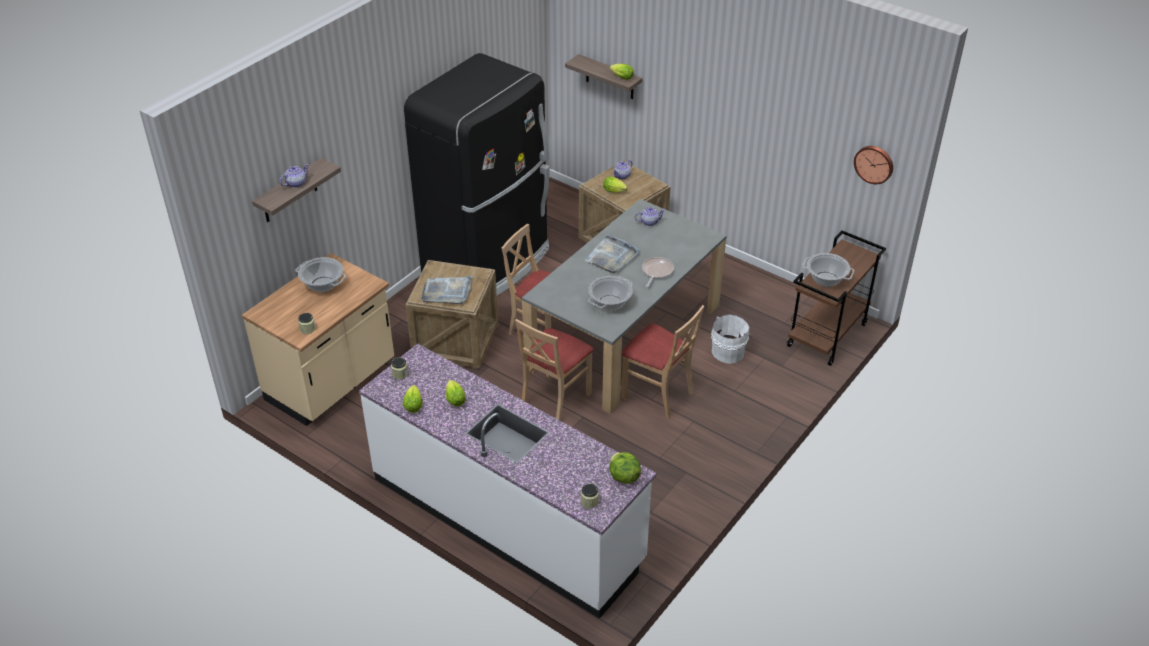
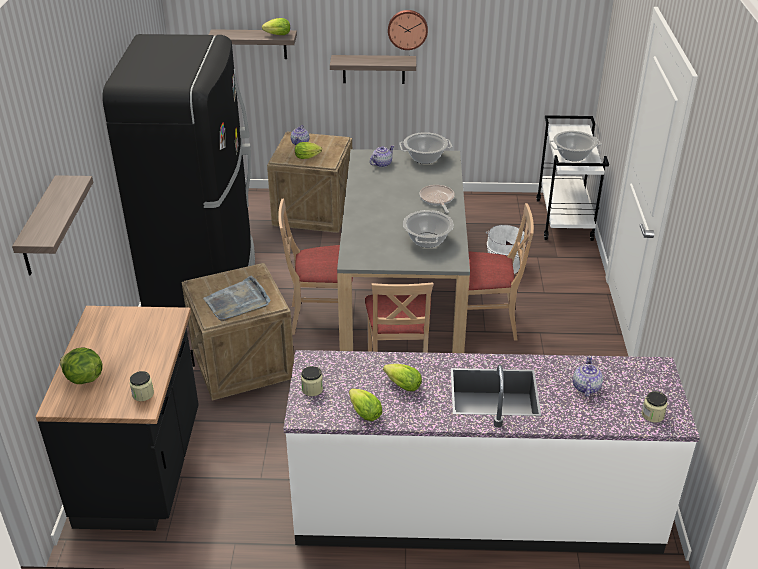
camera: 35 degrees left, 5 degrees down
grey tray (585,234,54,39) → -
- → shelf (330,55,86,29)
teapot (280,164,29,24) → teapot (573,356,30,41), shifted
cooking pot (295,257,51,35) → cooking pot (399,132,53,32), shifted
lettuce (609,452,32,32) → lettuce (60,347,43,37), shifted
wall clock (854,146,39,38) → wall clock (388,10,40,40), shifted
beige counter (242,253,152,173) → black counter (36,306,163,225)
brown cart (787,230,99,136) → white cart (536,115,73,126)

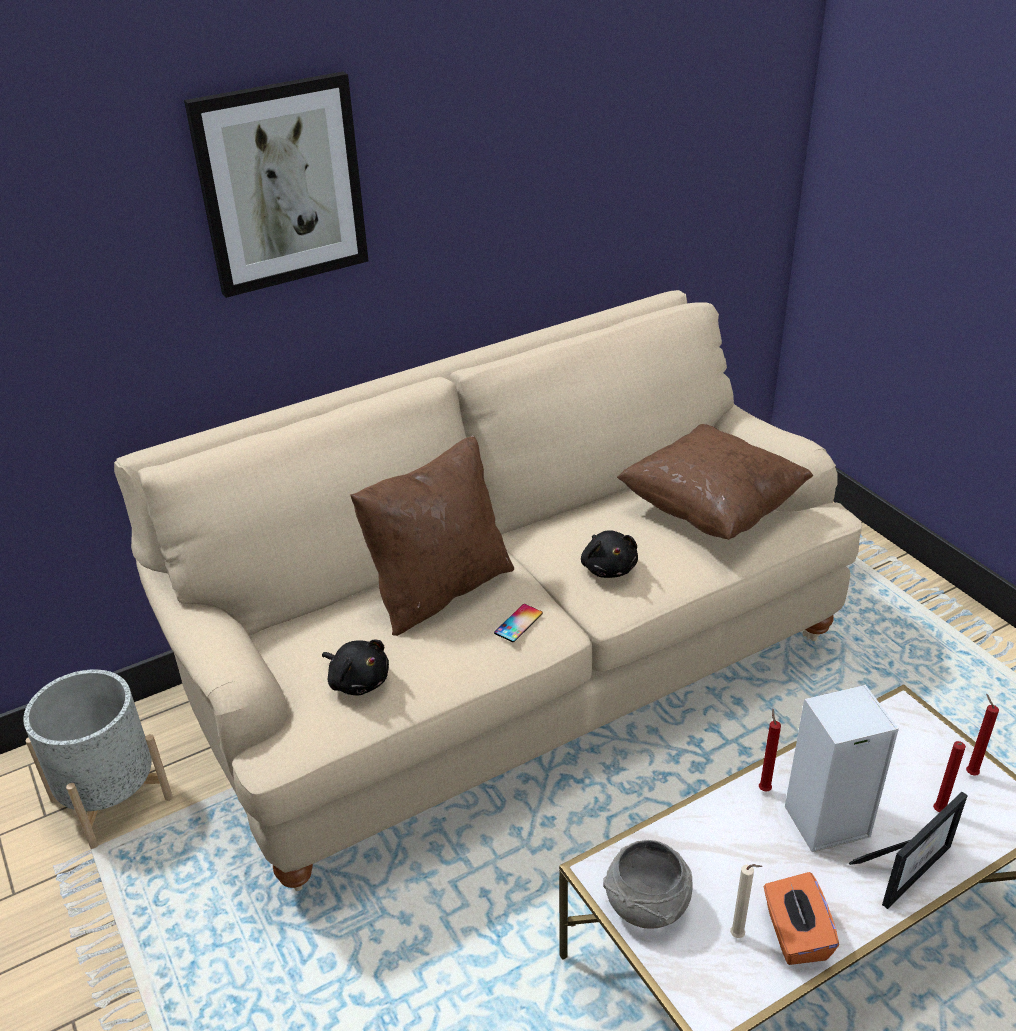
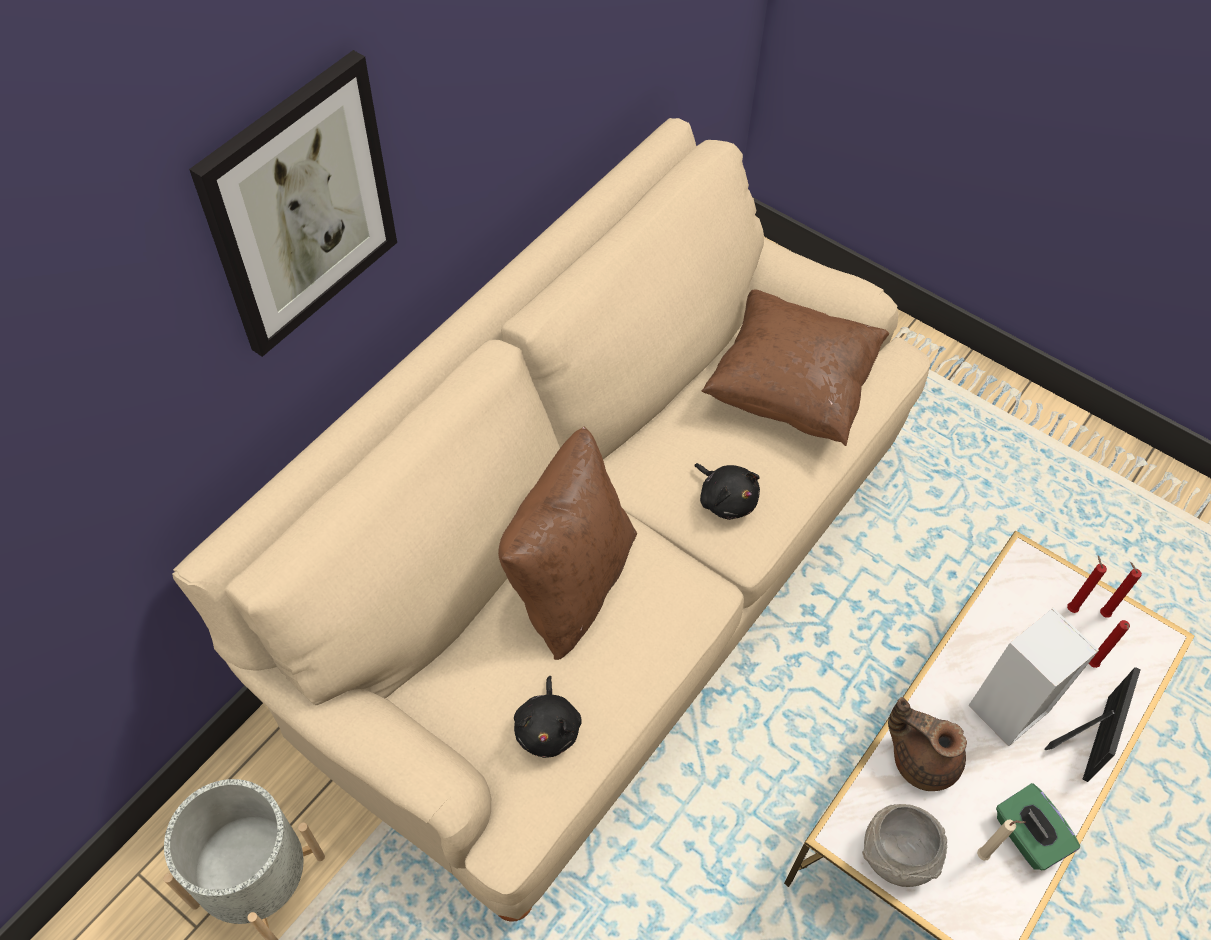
camera: 25 degrees left, 20 degrees up
phone (494,604,49,38) → -
- → brown teapot (888,697,79,94)
red candle (759,709,22,82) → red candle (1067,555,40,58), shifted
orange tissue box (764,872,75,93) → green tissue box (996,783,84,87)
black plush toy (322,639,67,57) → black plush toy (514,676,68,82), 75 degrees clockwise

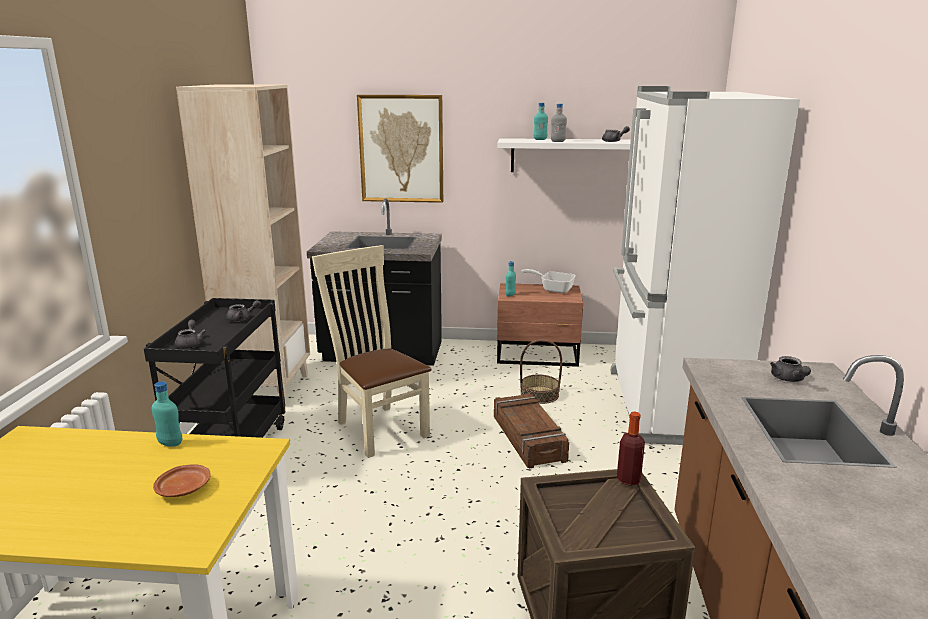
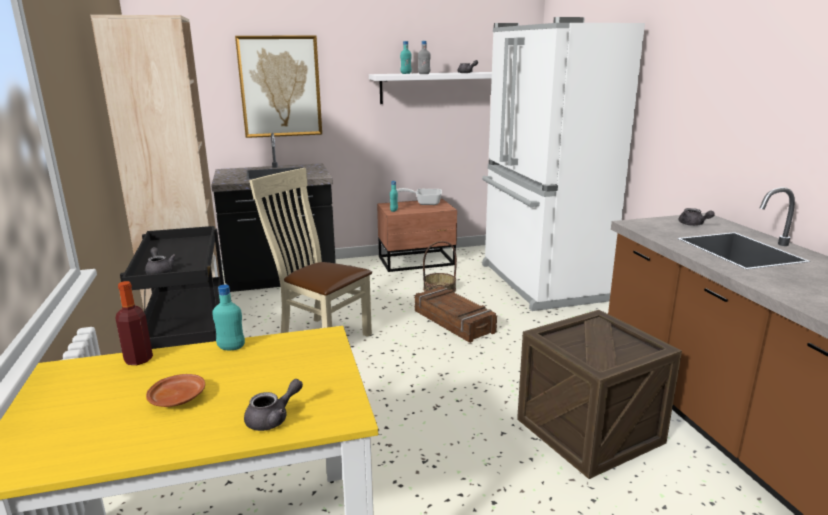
camera: 20 degrees left, 0 degrees up
brown plate (153,464,58,33) → brown plate (146,374,59,33), shifted
grey teapot (226,300,35,22) → grey teapot (244,379,59,52), shifted
bottle (617,411,28,75) → bottle (115,281,38,84), shifted

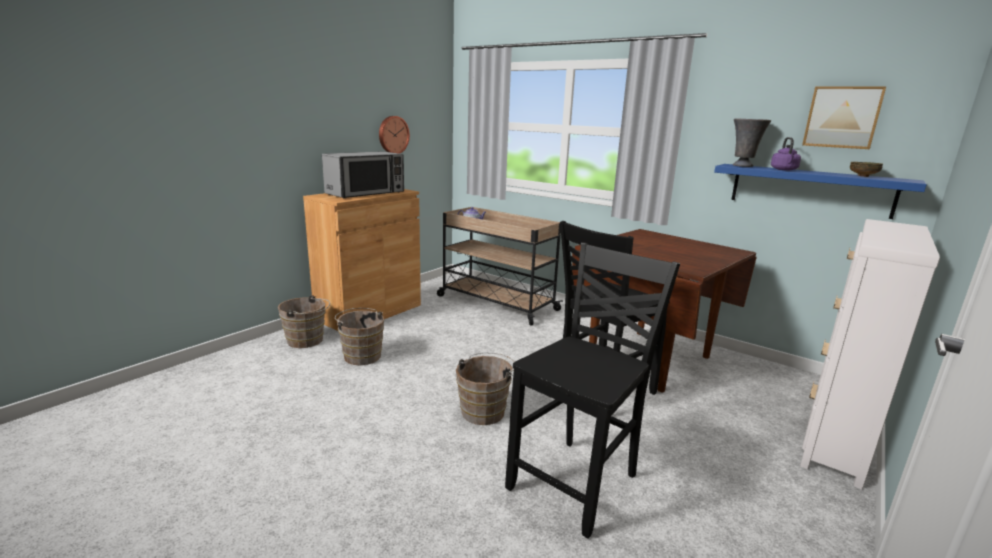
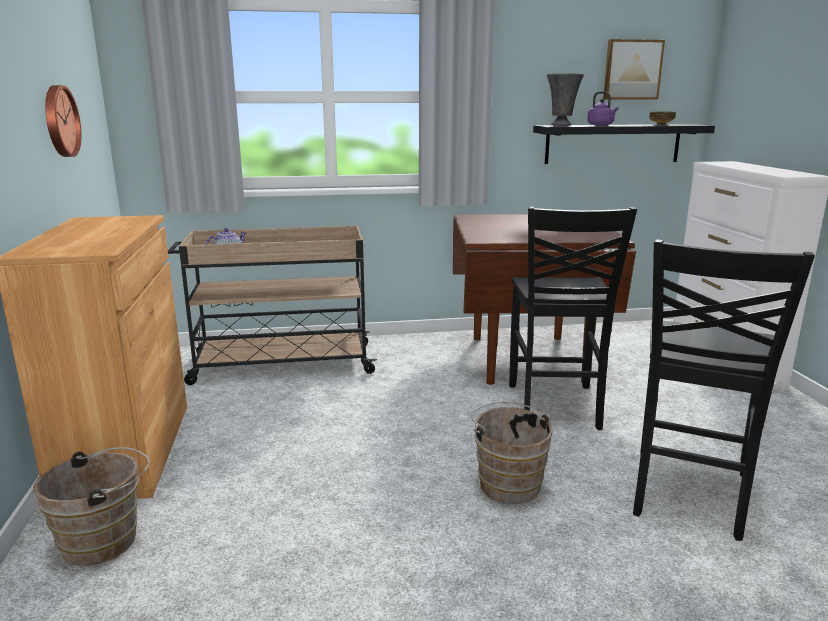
camera: 45 degrees left, 0 degrees up
microwave (322,151,82,47) → -
brown bucket (335,308,49,57) → -
blue shelf (714,164,213,55) → black shelf (533,124,182,40)
black chair (505,243,175,296) → black chair (633,240,182,301), 150 degrees counterclockwise

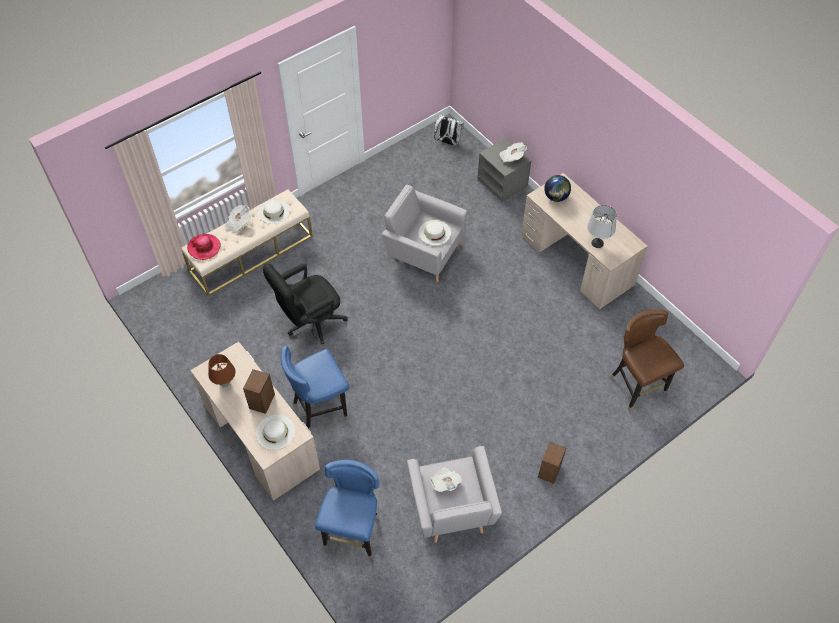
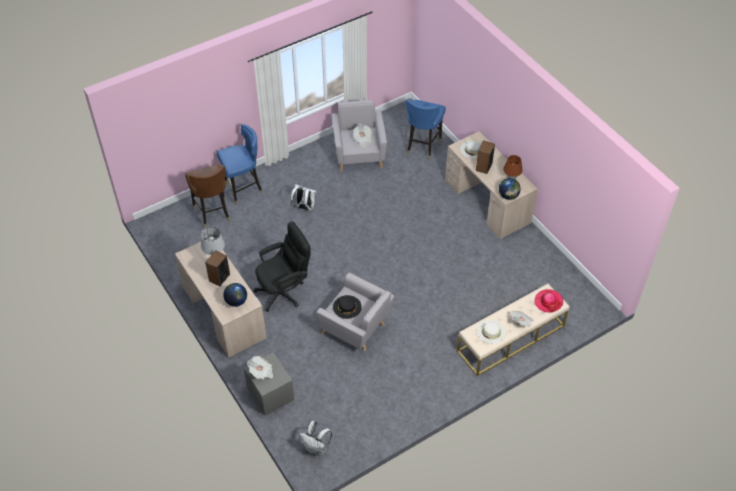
camera: 175 degrees left, 5 degrees down
- → white backpack (291,184,26,27)
- → globe (499,178,21,22)
black office chair (263,263,85,81) → black office chair (254,222,57,90), shifted
blue chair (281,346,68,84) → blue chair (217,124,46,81), shifted
speaker (538,442,28,42) → speaker (205,250,25,36), shifted
white hat (419,220,32,25) → black hat (333,295,29,24)

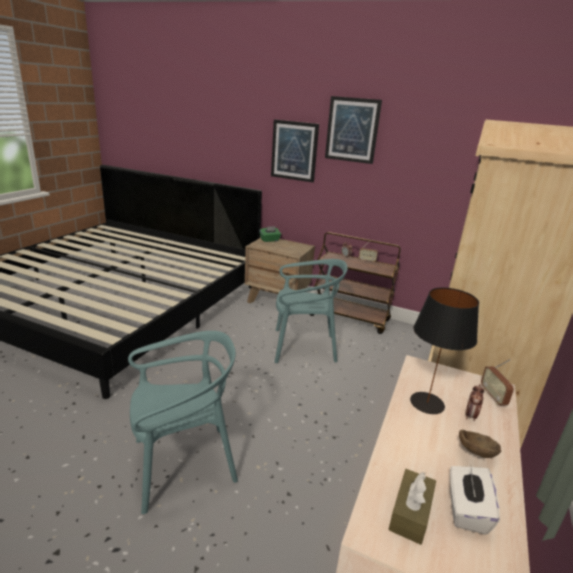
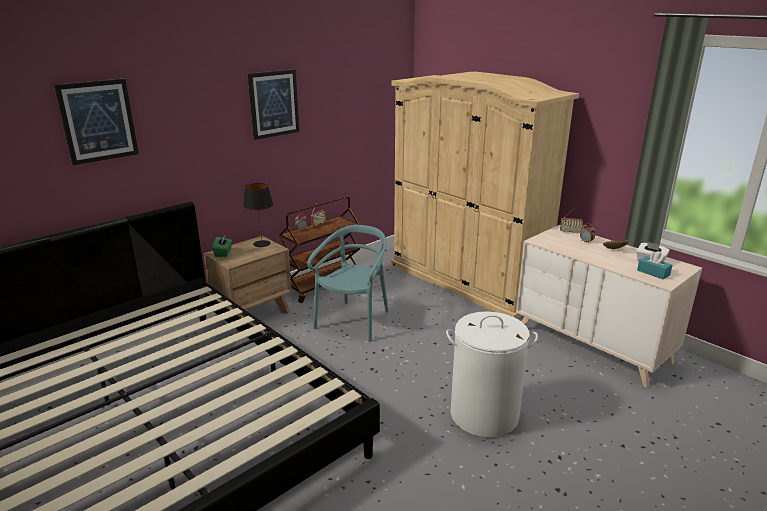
camera: 65 degrees left, 0 degrees up
picture (271,120,48,62) → picture (54,79,85,86), shifted
black table lamp (410,288,69,126) → black table lamp (243,183,30,64), shifted
turquoise chair (128,331,110,183) → white laundry basket (446,311,92,127)
brown tissue box (388,469,48,76) → turquoise tissue box (637,251,36,29)

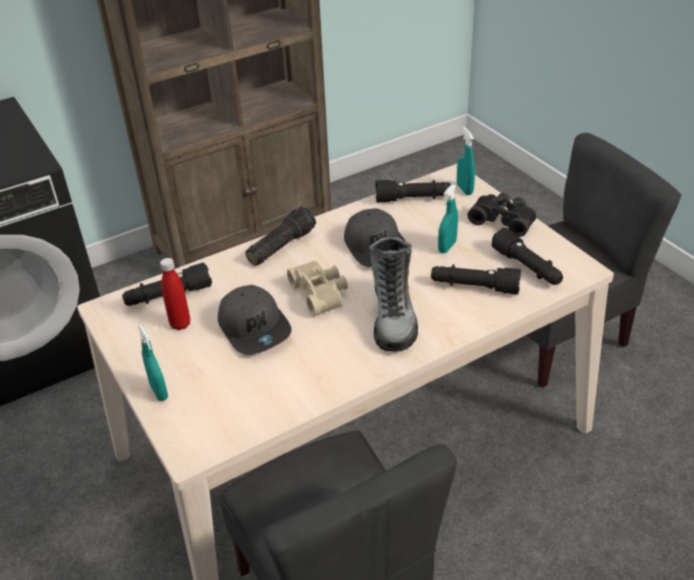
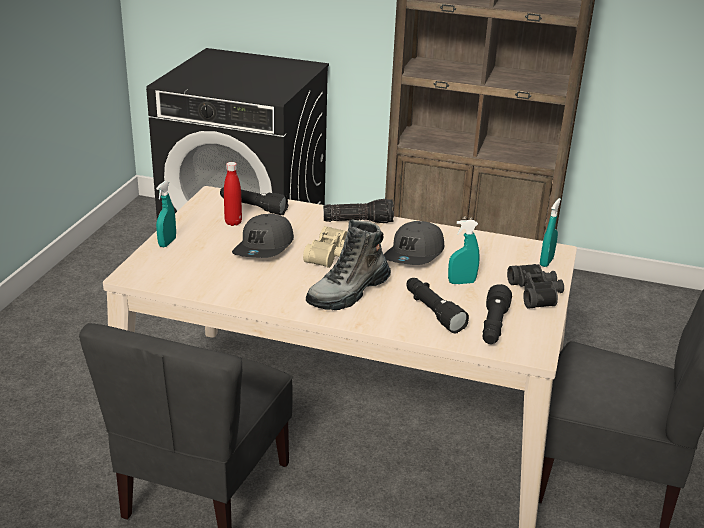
camera: 45 degrees right, 10 degrees down
black flashlight (375,180,76,22) → -

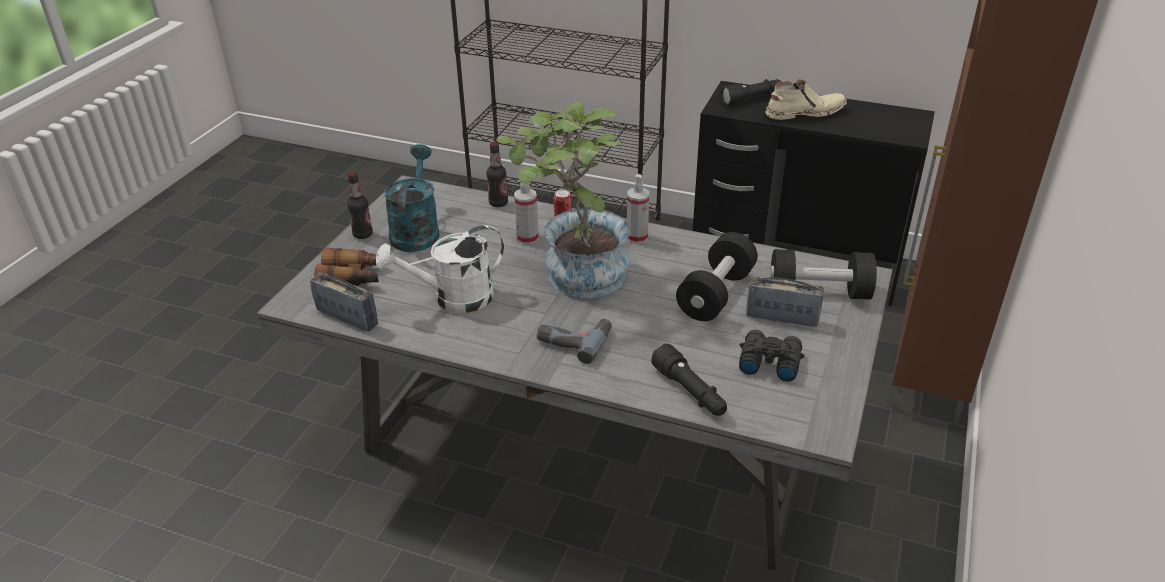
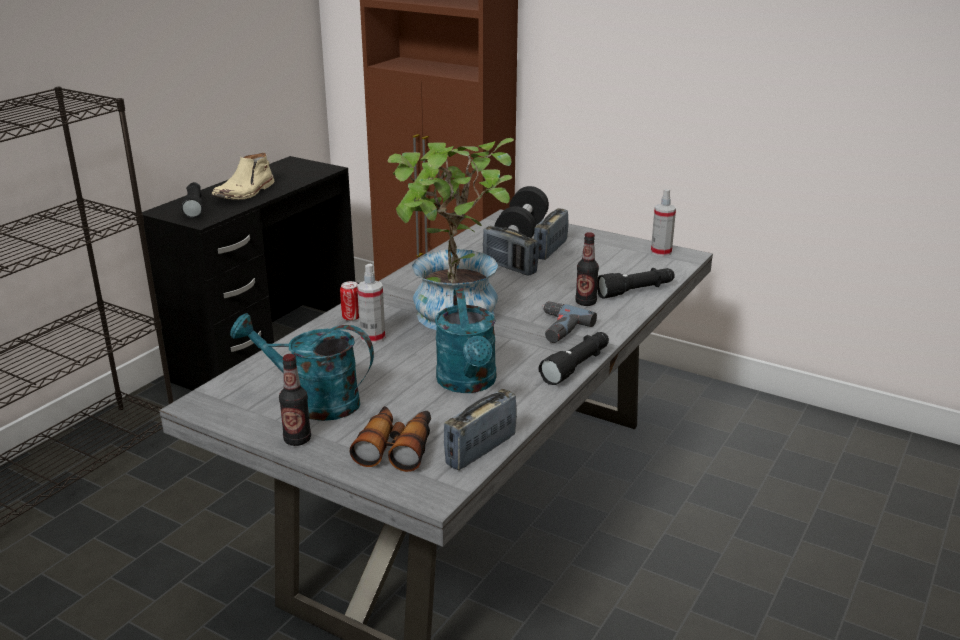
camera: 80 degrees left, 10 degrees down
black binoculars (739,330,66,52) → -
- → black flashlight (538,332,71,53)
bottle (486,142,22,65) → bottle (576,232,23,74), shifted
spray bottle (627,174,22,70) → spray bottle (651,189,25,68), shifted
black dumbbell (676,232,82,89) → radio (483,226,56,50)
white watering can (376,225,128,88) → turquoise watering can (435,288,61,105)
beige boot (765,79,82,41) → beige boot (211,152,63,48), 150 degrees counterclockwise

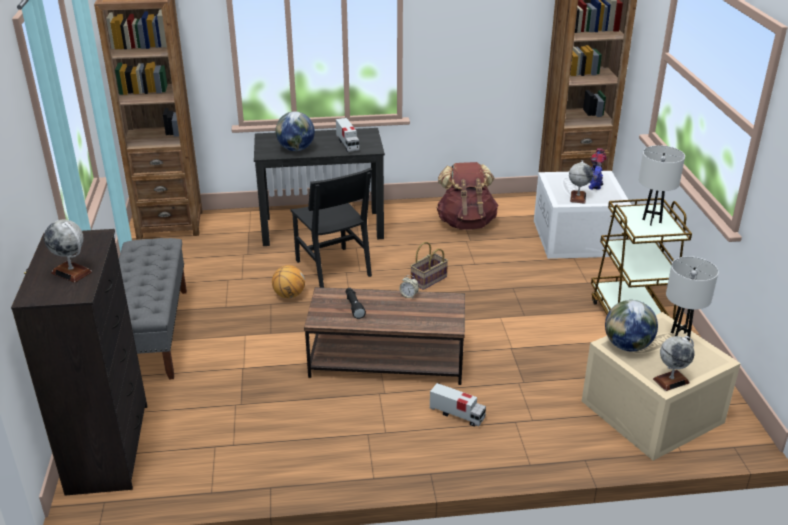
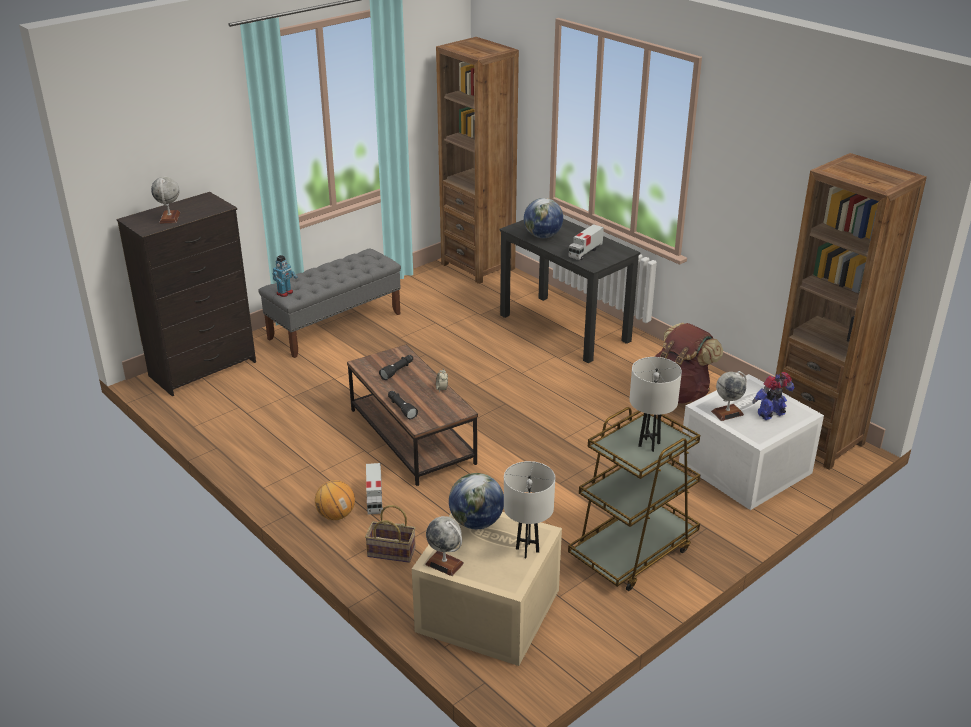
camera: 55 degrees right, 0 degrees up
black chair (290,168,82,120) → -
- → toy robot (272,255,26,42)
- → black flashlight (388,391,30,28)
basketball (272,265,33,33) → basketball (315,480,40,40), shifted
basket (410,242,38,48) → basket (365,505,51,58), shifted

